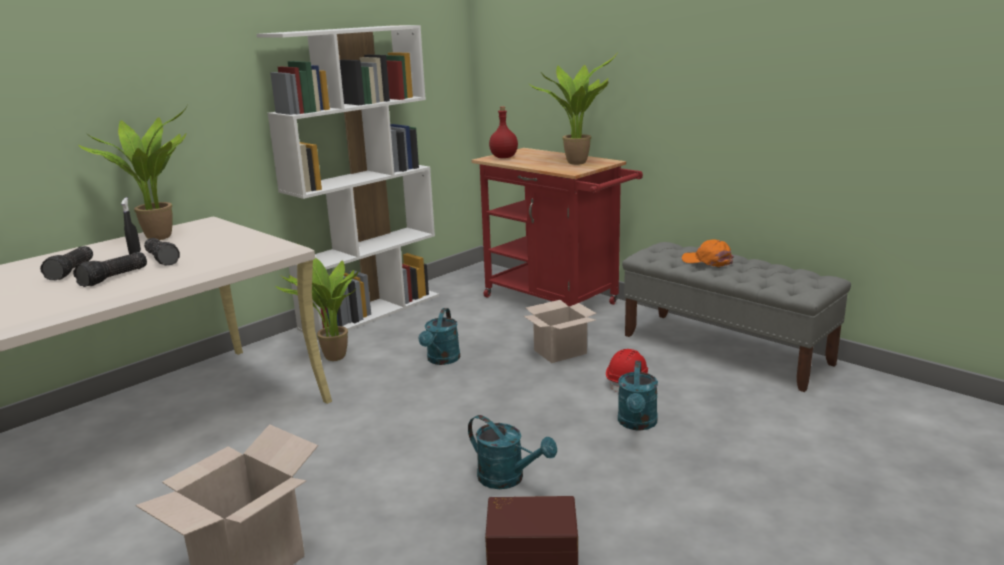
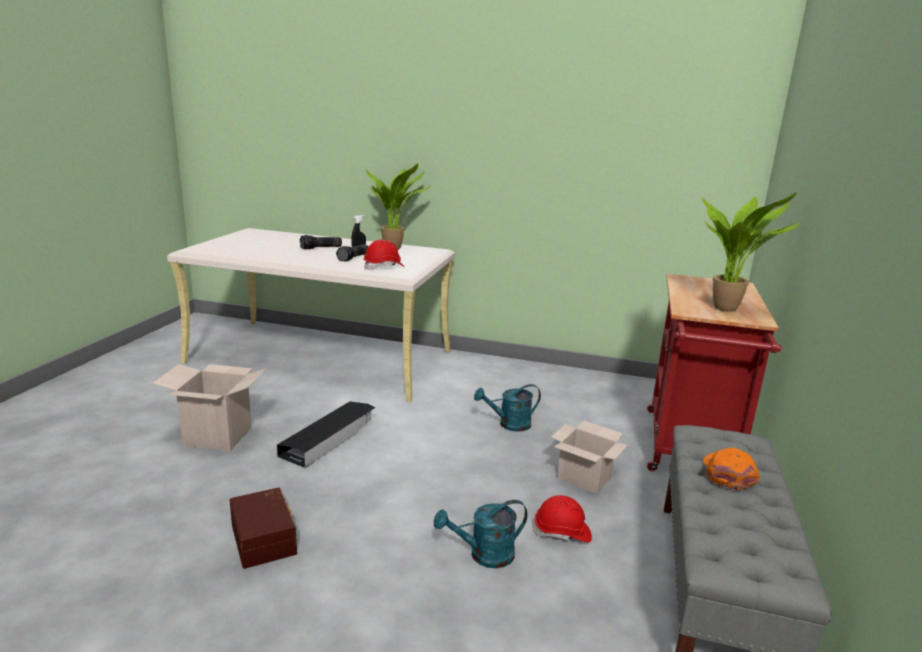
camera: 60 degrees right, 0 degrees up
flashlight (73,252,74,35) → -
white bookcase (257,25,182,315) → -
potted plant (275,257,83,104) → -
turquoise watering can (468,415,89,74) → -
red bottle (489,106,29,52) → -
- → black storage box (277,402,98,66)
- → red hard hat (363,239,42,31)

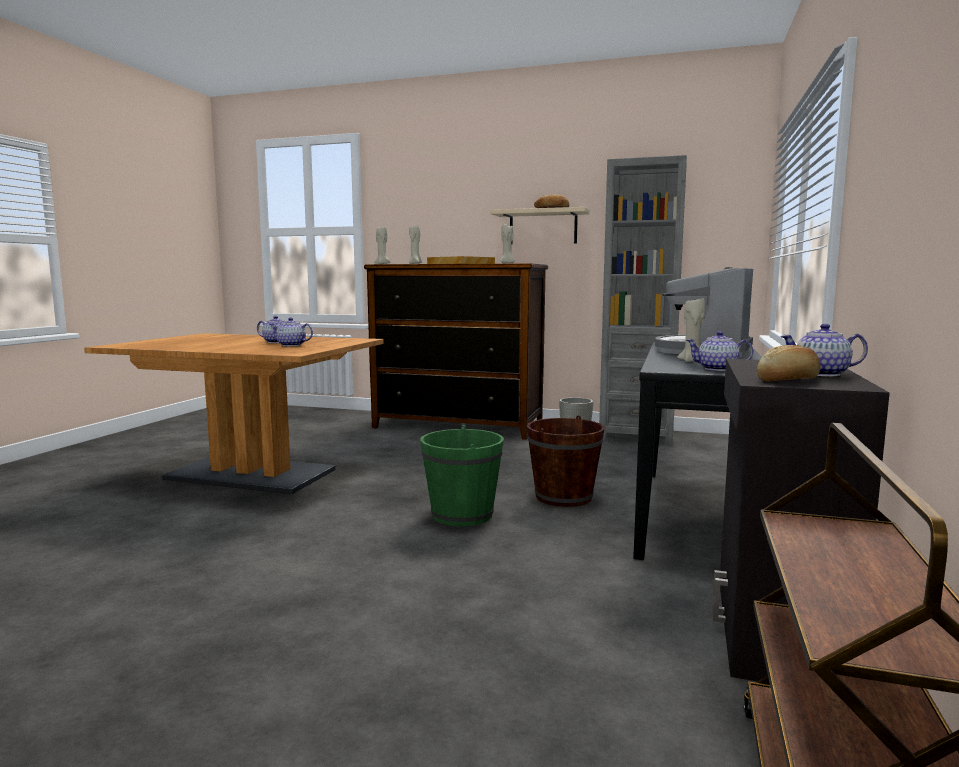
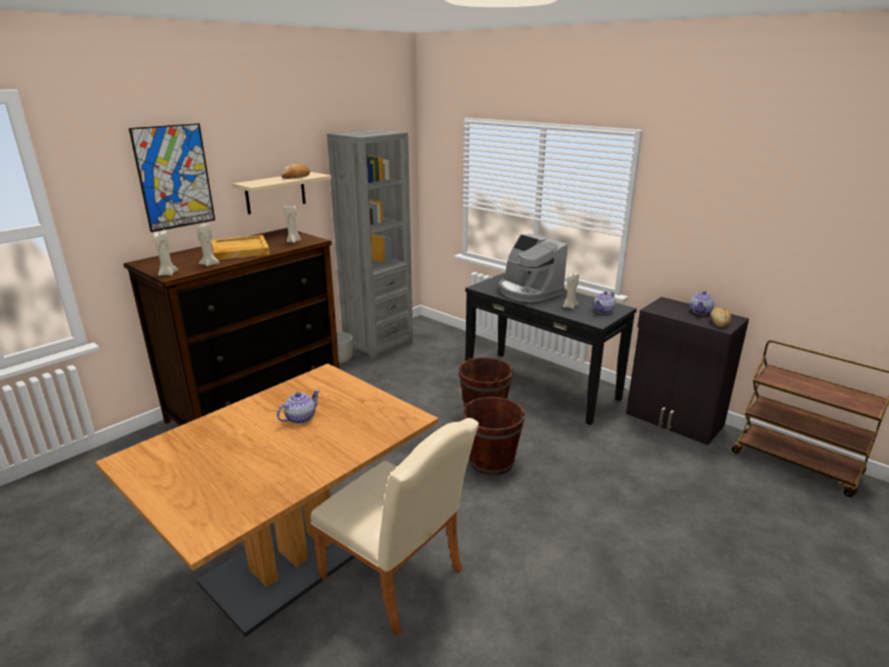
camera: 65 degrees left, 15 degrees up
teapot (269,317,44,29) → -
- → picture (129,123,86,109)
- → beige chair (310,418,169,218)
green bucket (420,425,84,101) → brown bucket (462,397,63,78)

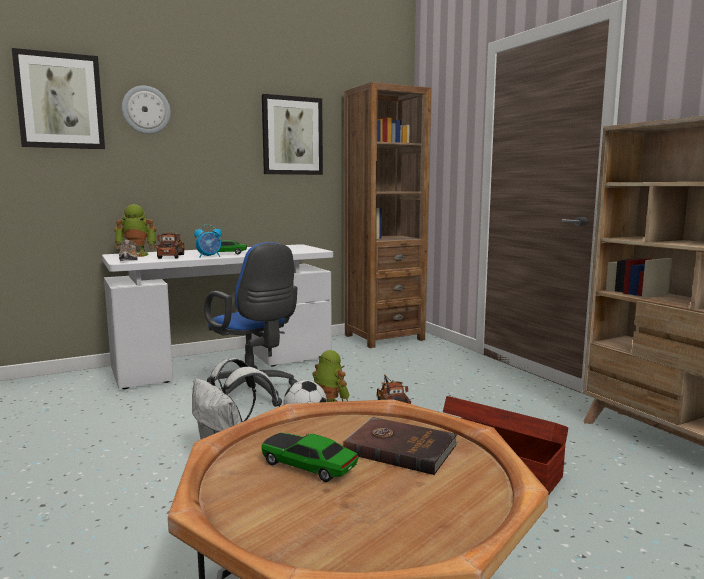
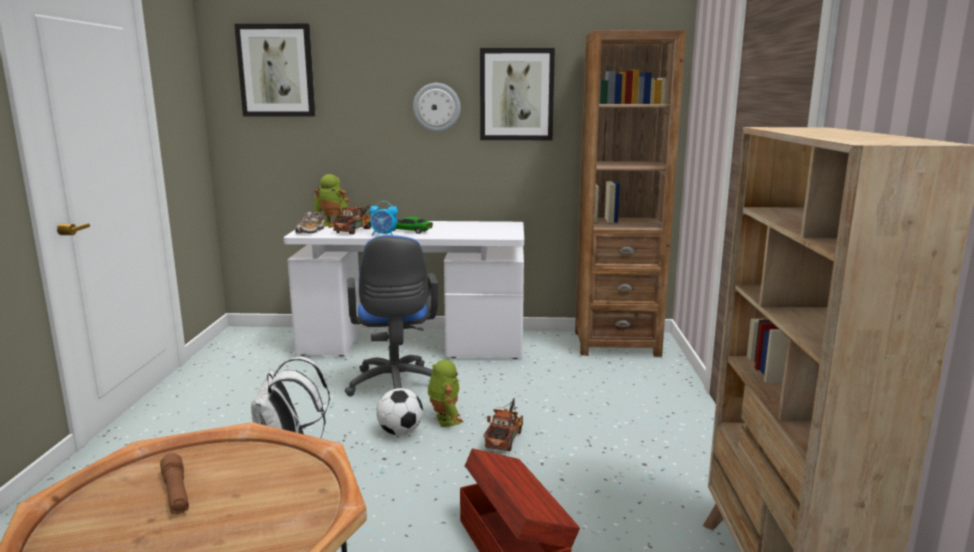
camera: 30 degrees right, 5 degrees up
brown book (343,417,115,58) → -
wall clock (122,85,49,49) → wall clock (413,83,48,49), shifted
toy car (261,432,98,50) → brown flashlight (160,453,29,62)

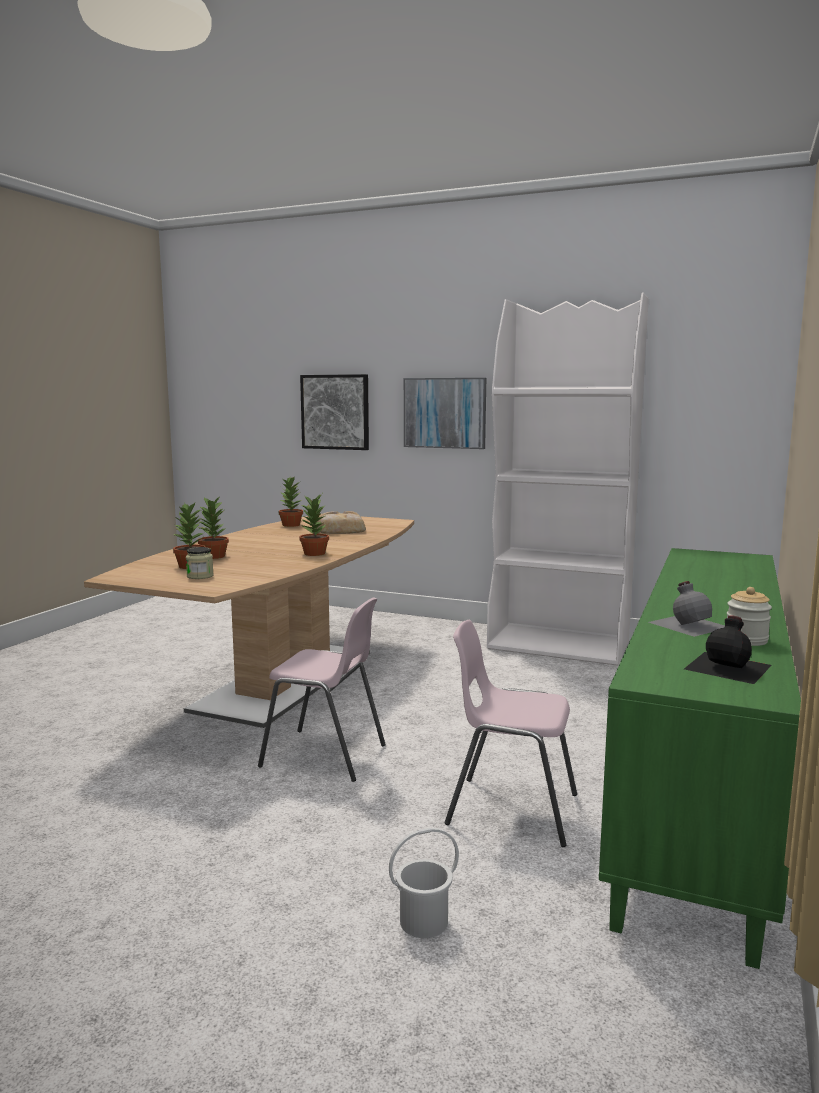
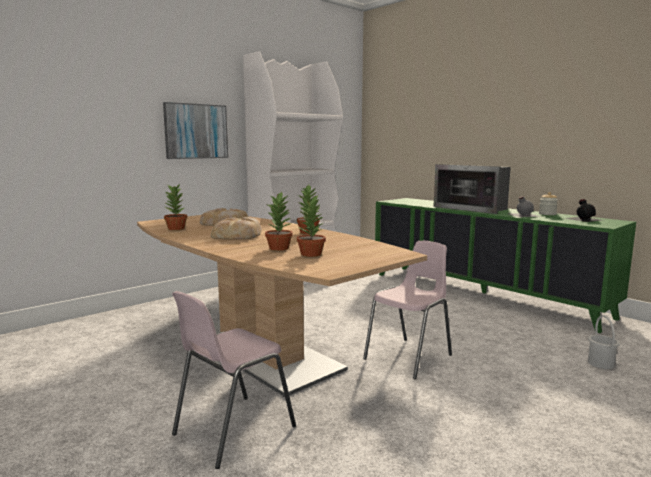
camera: 65 degrees left, 0 degrees up
jar (186,547,28,32) → -
picture (300,374,69,76) → -
- → bread (211,217,51,22)
- → microwave (434,164,77,50)
pink chair (445,620,132,227) → pink chair (172,291,124,178), shifted

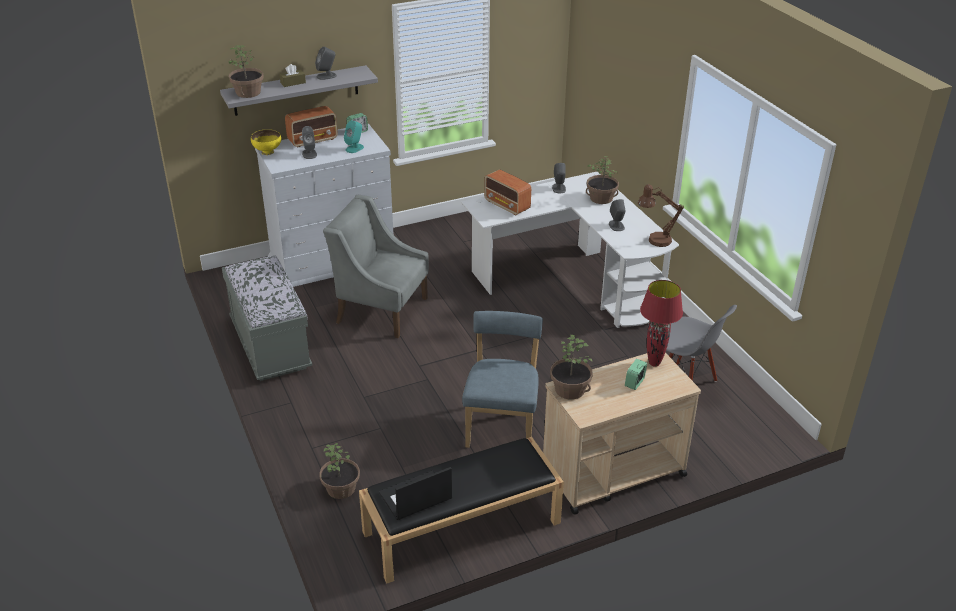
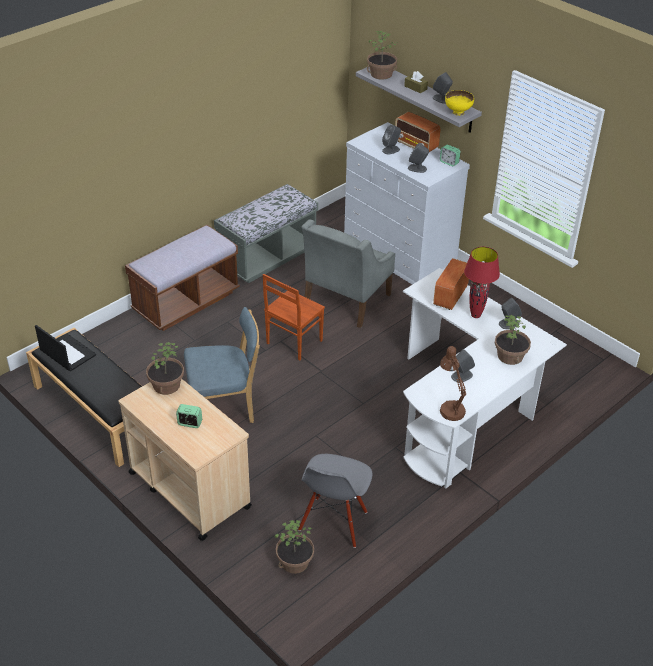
camera: 70 degrees right, 5 degrees up
- → brown bench (125,225,115,106)
- → brown chair (263,274,62,87)
yellow bowl (251,129,30,26) → yellow bowl (445,90,29,26), shifted
potted plant (320,443,40,56) → potted plant (275,520,39,54), shifted
red table lamp (640,280,43,87) → red table lamp (464,247,36,71), shifted
turquoise speaker (344,120,20,33) → grey speaker (408,143,21,30)
grey armchair (323,195,106,143) → grey armchair (301,219,94,109), 150 degrees counterclockwise

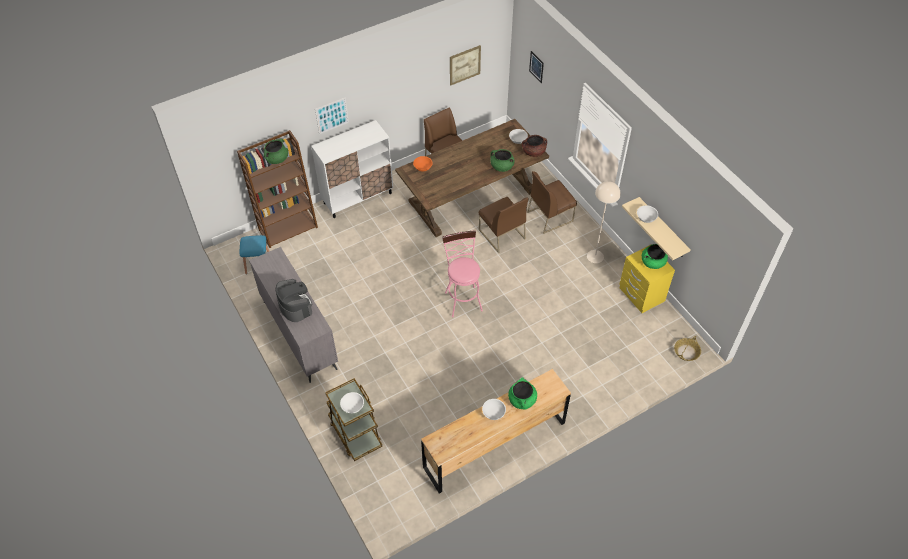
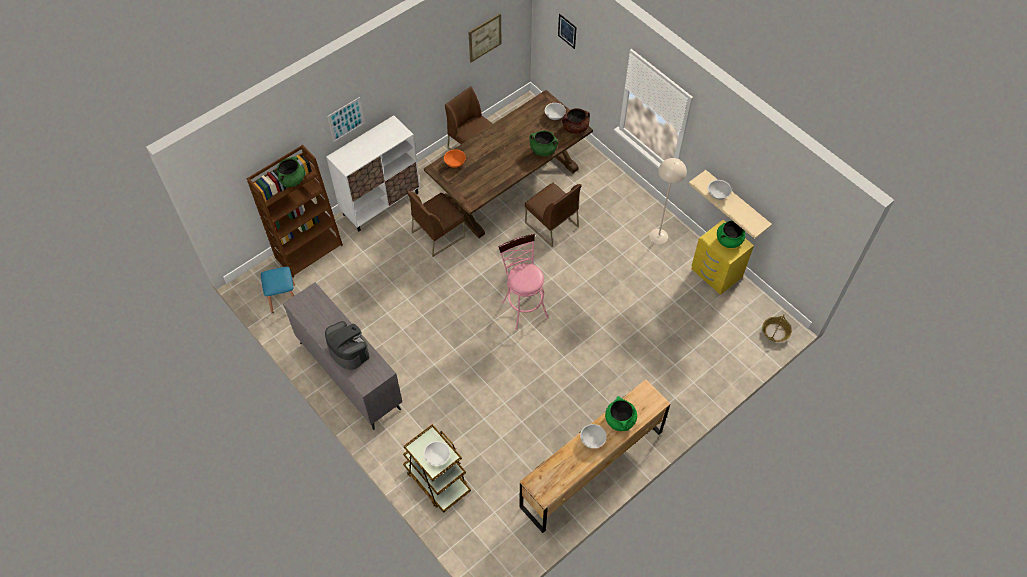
camera: 10 degrees left, 5 degrees up
brown chair (527,171,50,63) → brown chair (407,191,58,66), shifted

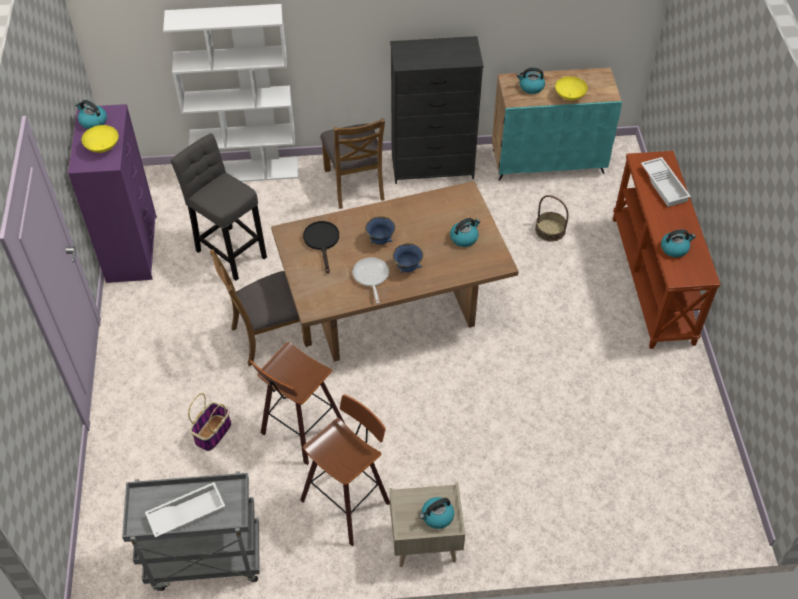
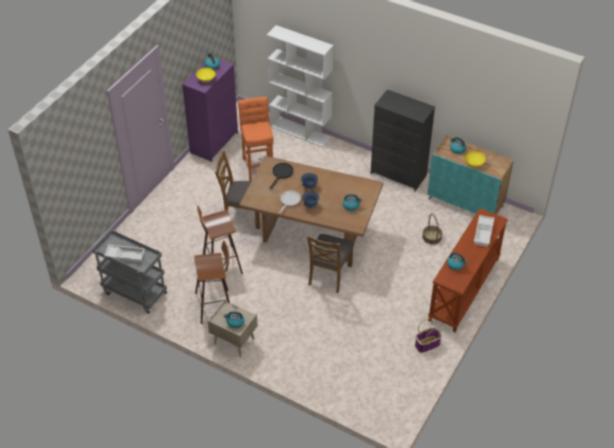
camera: 35 degrees right, 5 degrees down
basket (188,393,44,58) → basket (415,318,27,35), shifted
brown chair (320,118,65,91) → brown chair (307,234,47,59), shifted
grey stool (171,133,96,148) → orange stool (238,97,35,84)

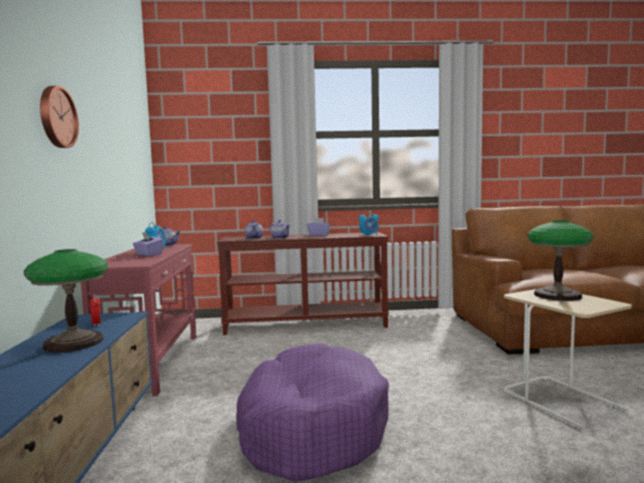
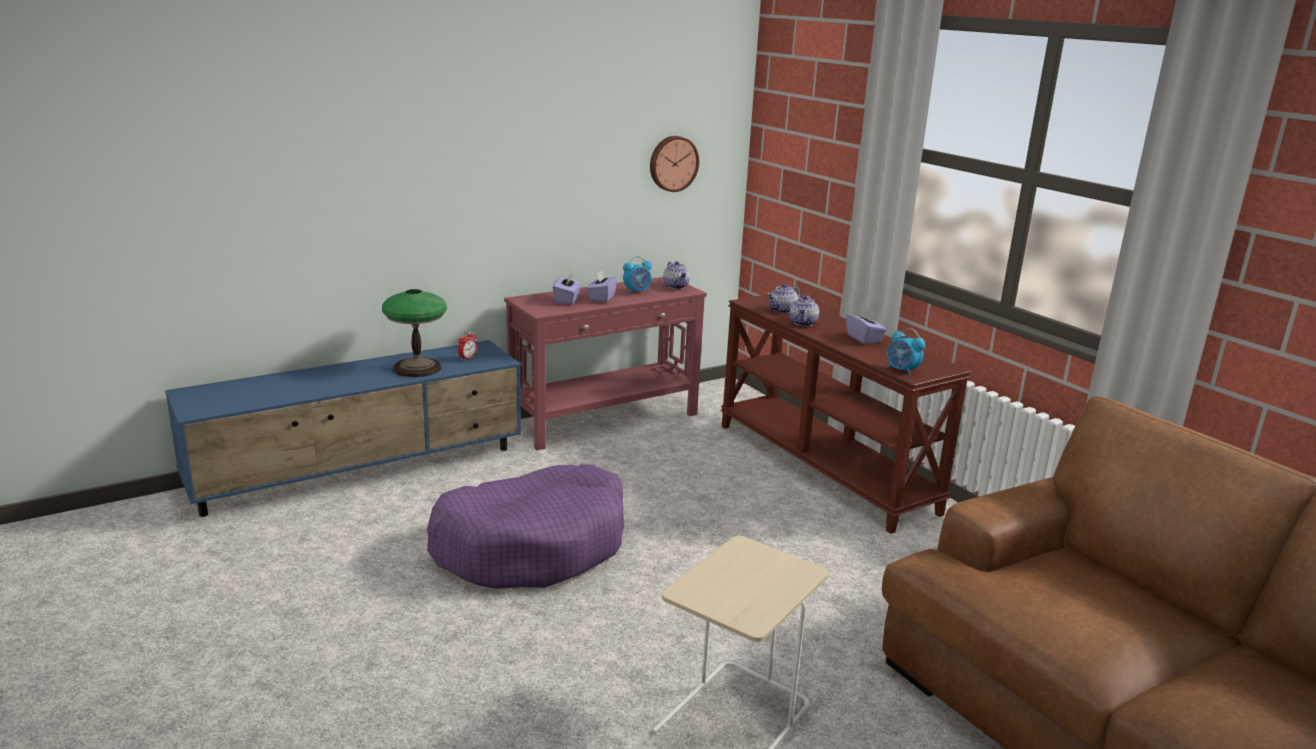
camera: 60 degrees right, 15 degrees up
table lamp (528,221,65,80) → -
- → purple tissue box (553,272,29,33)
wall clock (40,86,39,62) → wall clock (650,136,49,56), shifted

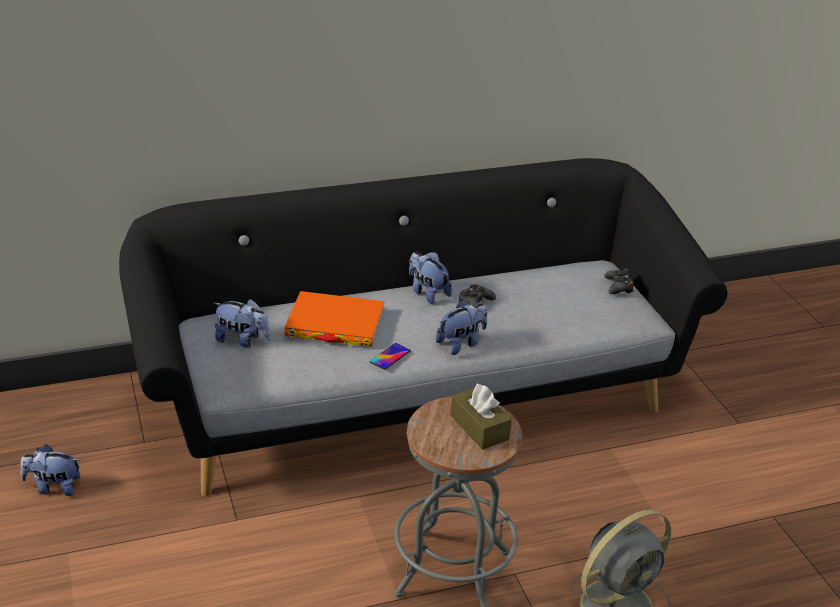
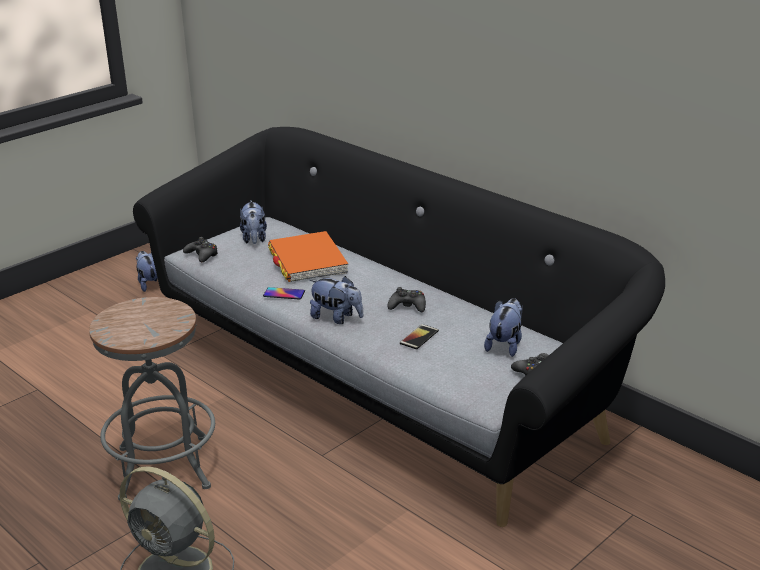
camera: 65 degrees right, 5 degrees down
brown tissue box (450,384,61,66) → -
- → black game controller (183,237,35,25)
- → phone (400,324,39,26)
plush toy (409,252,43,52) → plush toy (484,298,39,59), shifted

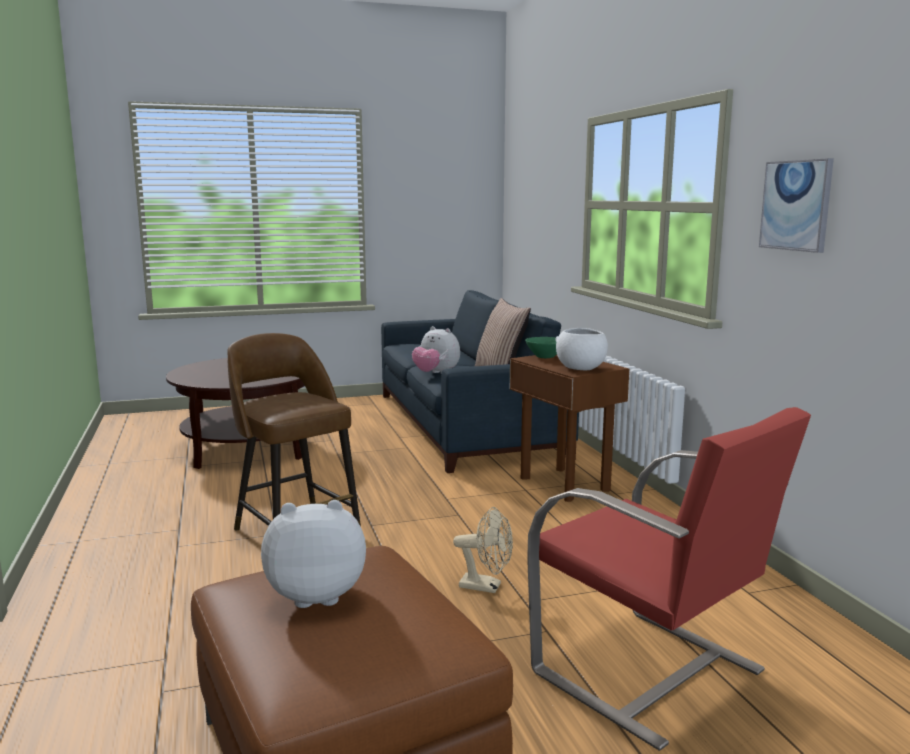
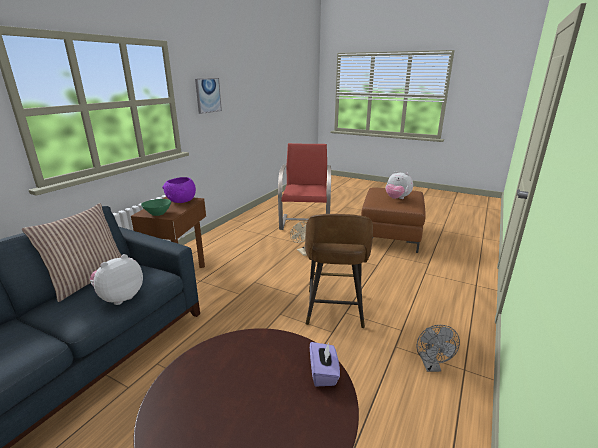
camera: 135 degrees left, 10 degrees up
- → purple tissue box (310,342,30,44)
- → grey fan (417,325,43,47)
white bowl (555,328,53,42) → purple bowl (162,177,34,26)
plush toy (412,326,48,47) → plush toy (90,254,53,51), 135 degrees counterclockwise

